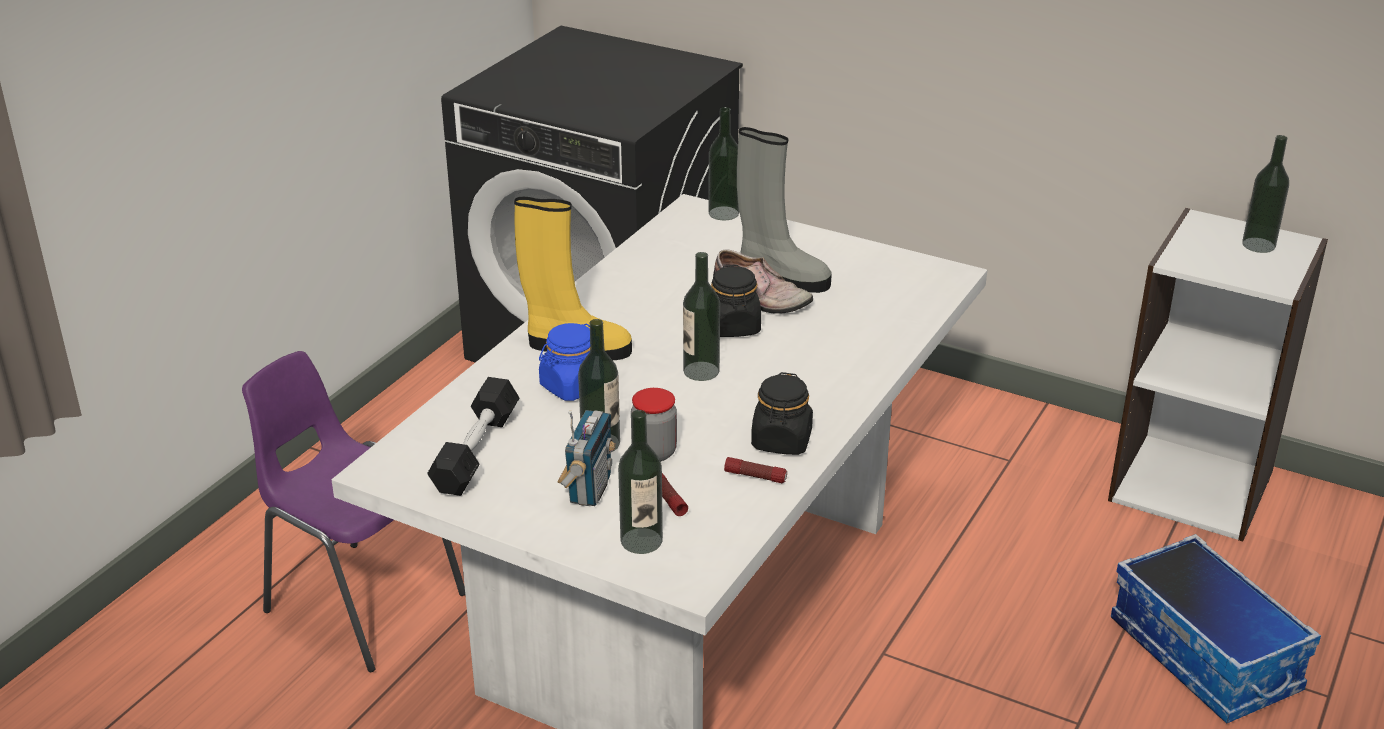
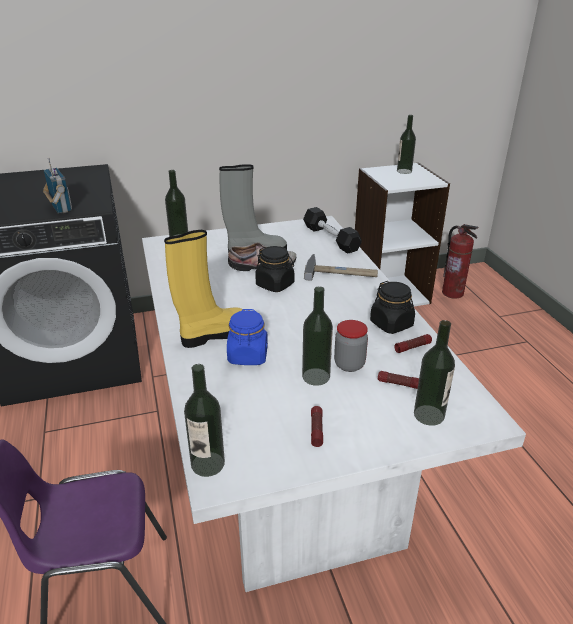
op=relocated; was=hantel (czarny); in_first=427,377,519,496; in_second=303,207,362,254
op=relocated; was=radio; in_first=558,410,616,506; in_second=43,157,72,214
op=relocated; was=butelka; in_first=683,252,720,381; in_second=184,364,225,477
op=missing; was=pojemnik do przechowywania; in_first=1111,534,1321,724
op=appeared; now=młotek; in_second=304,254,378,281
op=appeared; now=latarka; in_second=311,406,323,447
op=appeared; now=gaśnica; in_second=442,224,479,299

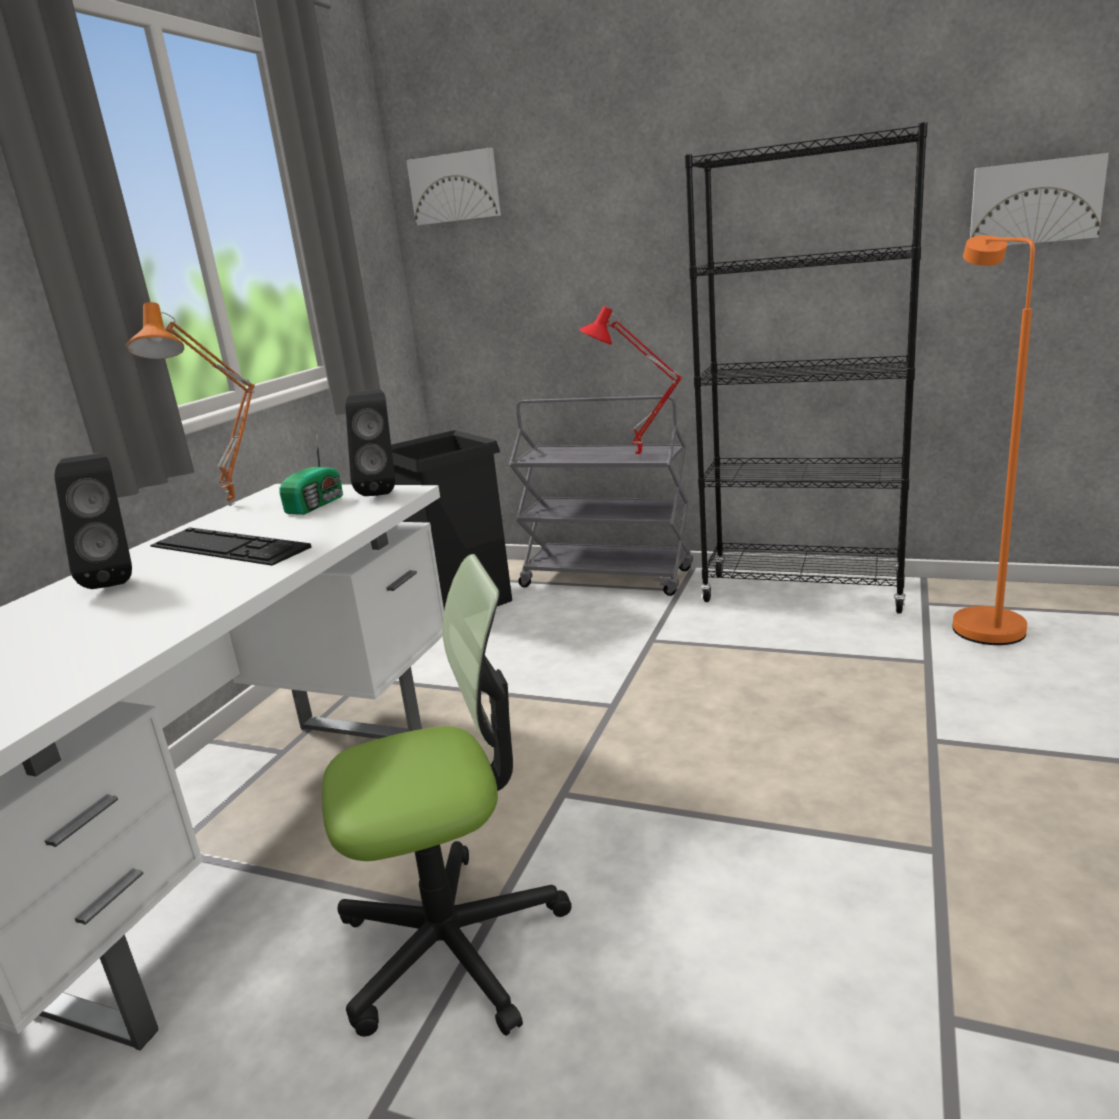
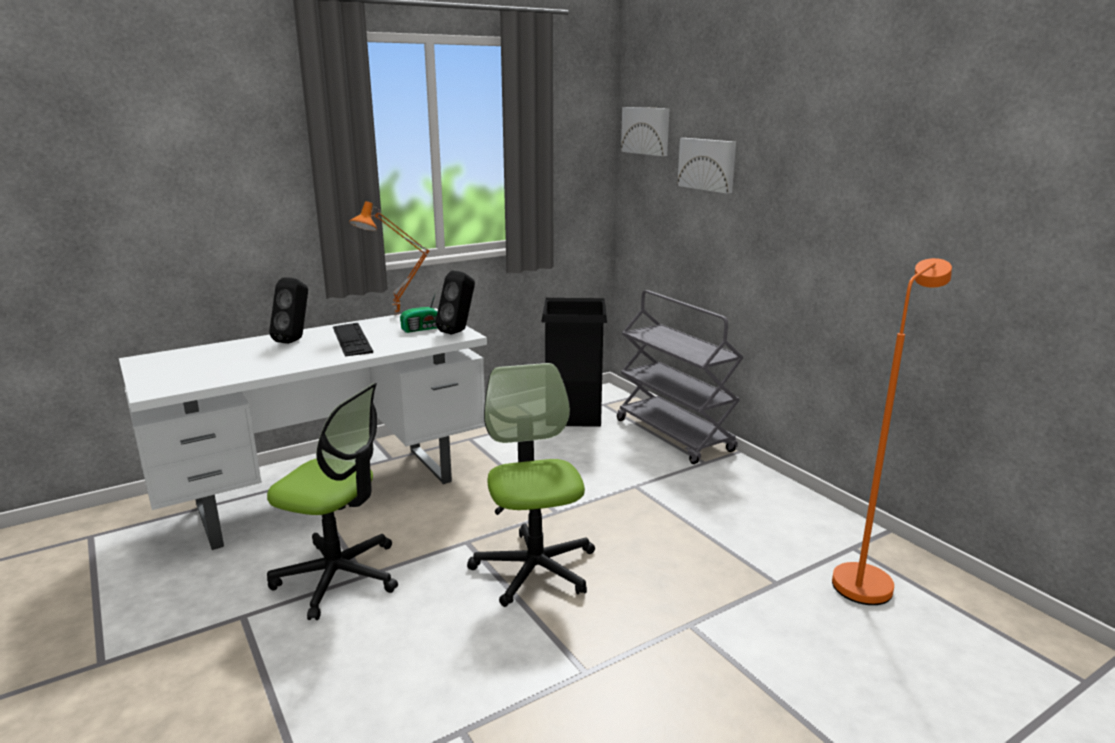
op=missing; was=lampa stołowa (czerwony); in_first=579,306,683,458
op=missing; was=regał (czarny); in_first=685,122,928,614
op=relocated; was=obraz; in_first=970,153,1109,245; in_second=677,138,736,194
op=appeared; now=krzesło biurowe; in_second=467,363,595,607

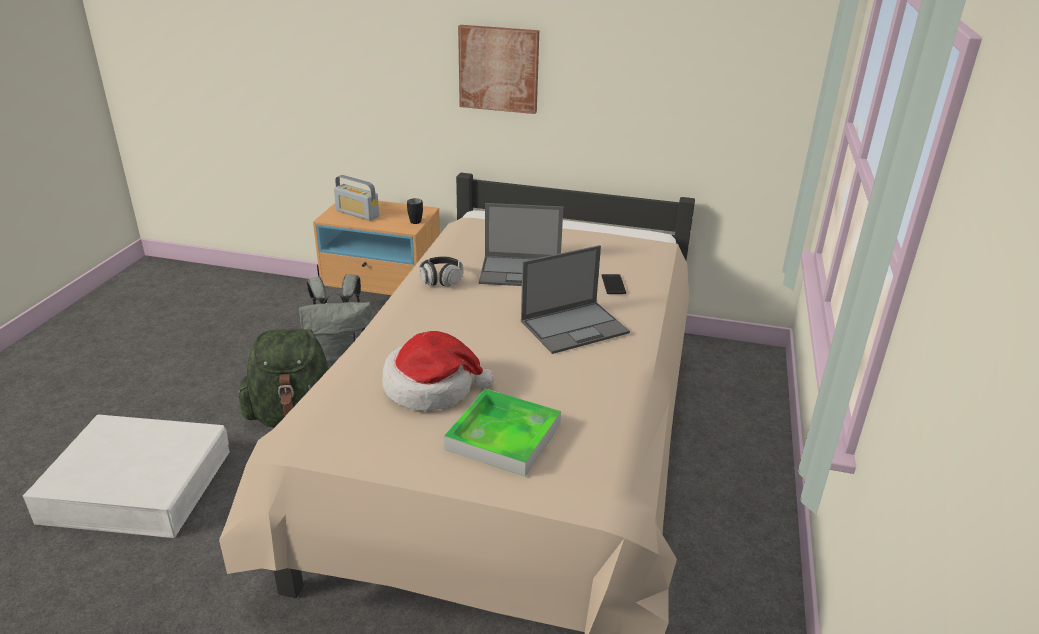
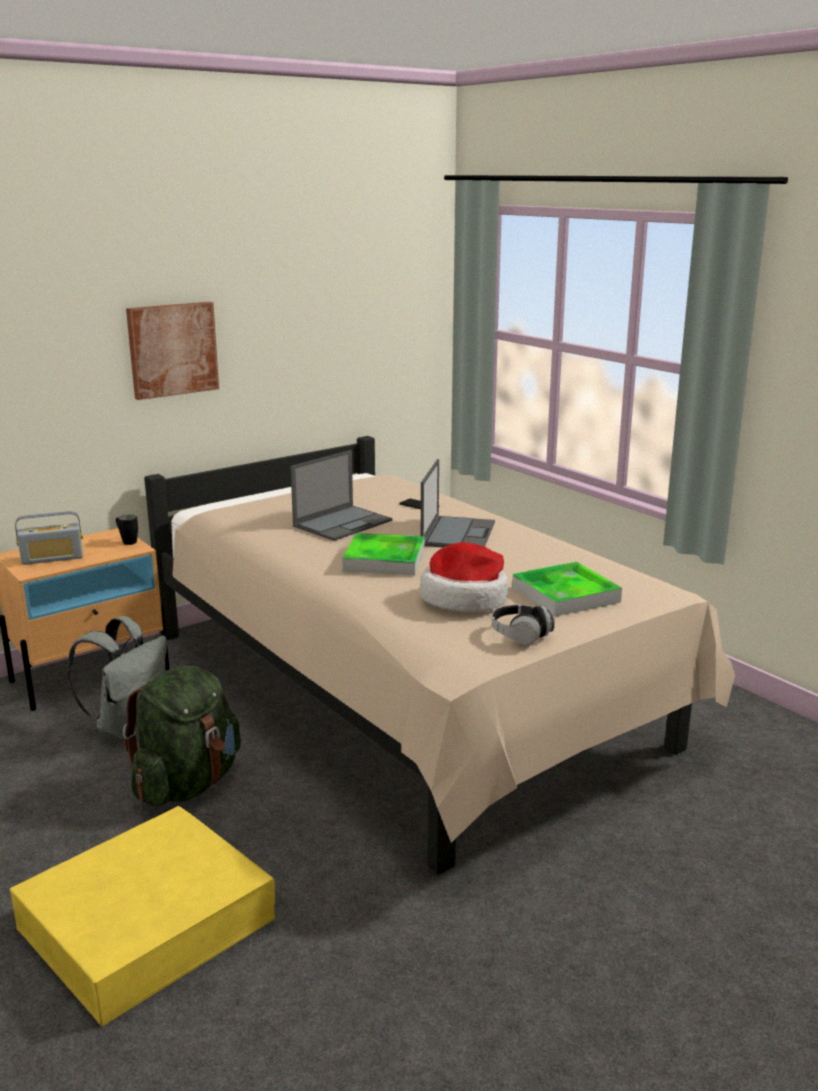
op=colour; was=pojemnik do przechowywania (biały); now=pojemnik do przechowywania (żółty); in_first=23,414,230,538; in_second=10,806,275,1026
op=relocated; was=słuchawki; in_first=419,256,463,287; in_second=492,605,555,645
op=appeared; now=taca; in_second=342,533,425,575

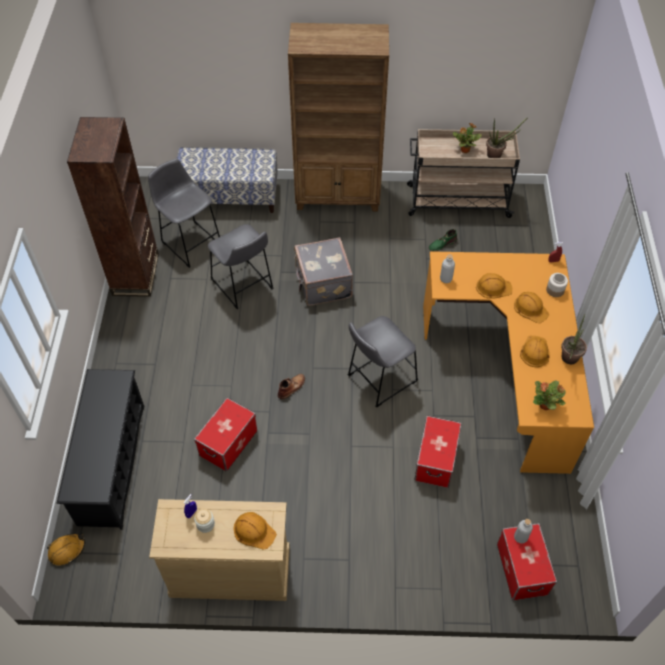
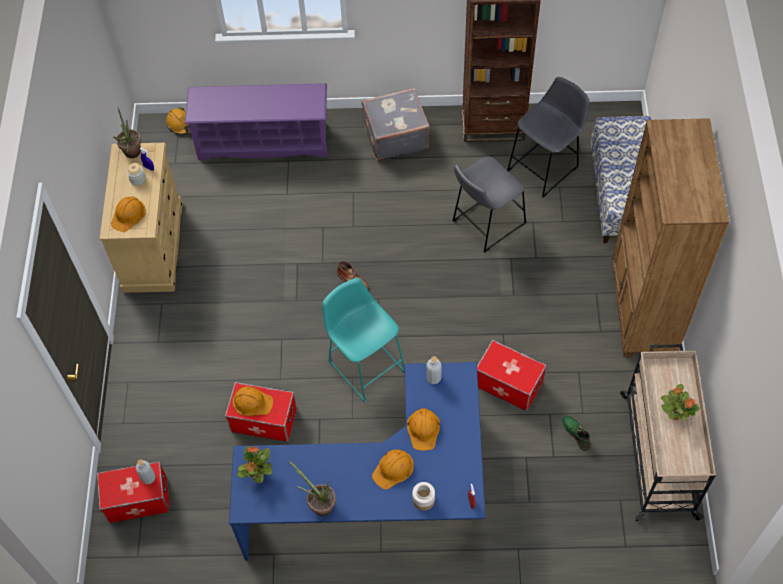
op=colour; was=regał na buty (czarny); now=regał na buty (fioletowy); in_first=56,369,144,530; in_second=185,83,327,160
op=relocated; was=pojemnik do przechowywania; in_first=194,398,257,472; in_second=477,340,547,411
op=relocated; was=walizka (szary); in_first=294,237,353,306; in_second=362,88,429,162
op=colour; was=stołek (szary); now=stołek (turkusowy); in_first=348,316,418,407; in_second=322,278,405,402
op=colour; was=biurko (pomarańczowy); now=biurko (niebieski); in_first=423,251,594,474; in_second=229,362,485,561
op=relocated; was=roślina doniczkowa; in_first=486,117,528,158; in_second=113,106,141,158
op=relocated; was=kask (pomarańczowy); in_first=520,336,550,367; in_second=233,386,273,416

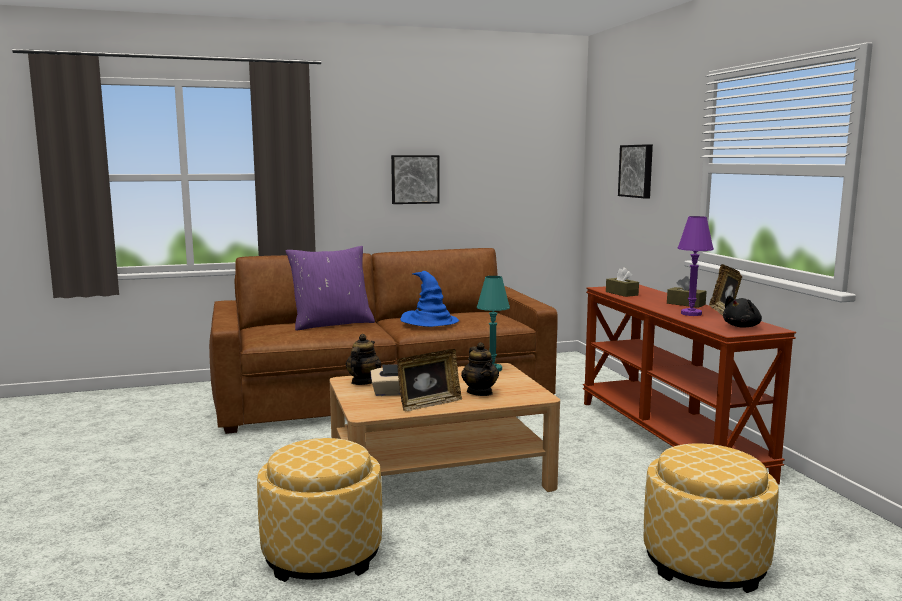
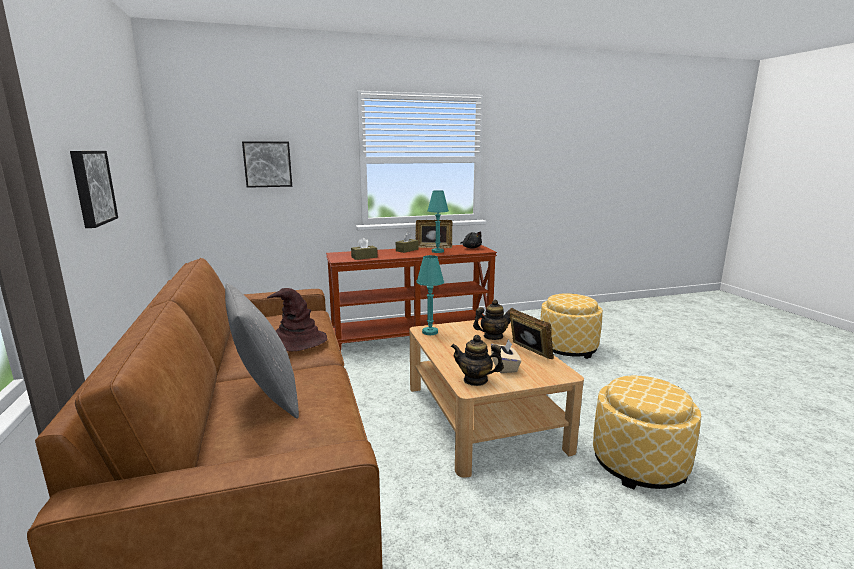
op=colour; was=poduszka (fioletowy); now=poduszka (szary); in_first=286,246,375,330; in_second=225,283,299,419
op=colour; was=kapelusz (niebieski); now=kapelusz (brązowy); in_first=400,271,459,327; in_second=267,288,327,351
op=colour; was=lampa stołowa (fioletowy); now=lampa stołowa (turkusowy); in_first=678,216,714,316; in_second=427,190,449,253

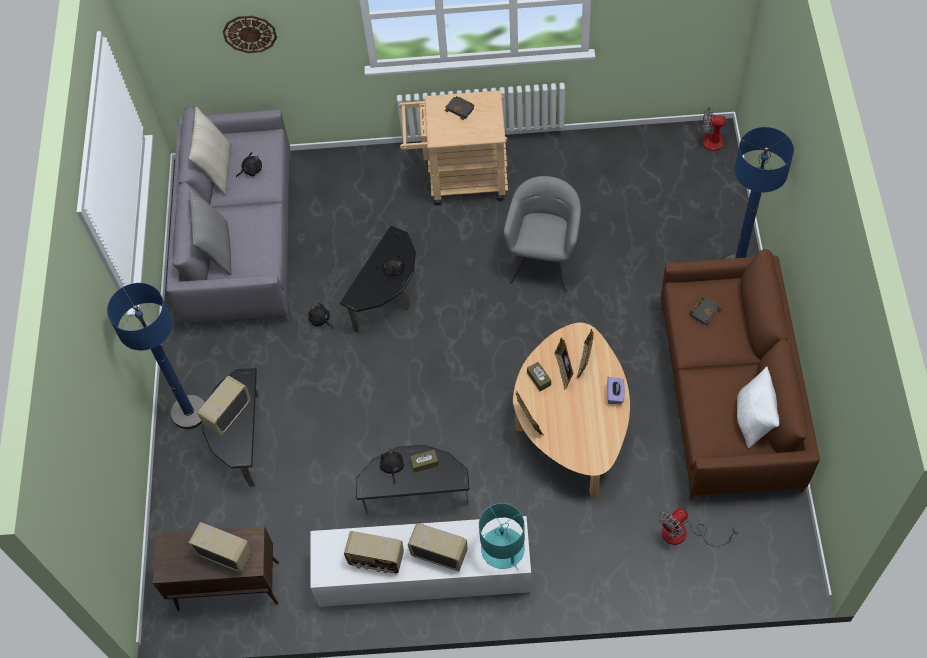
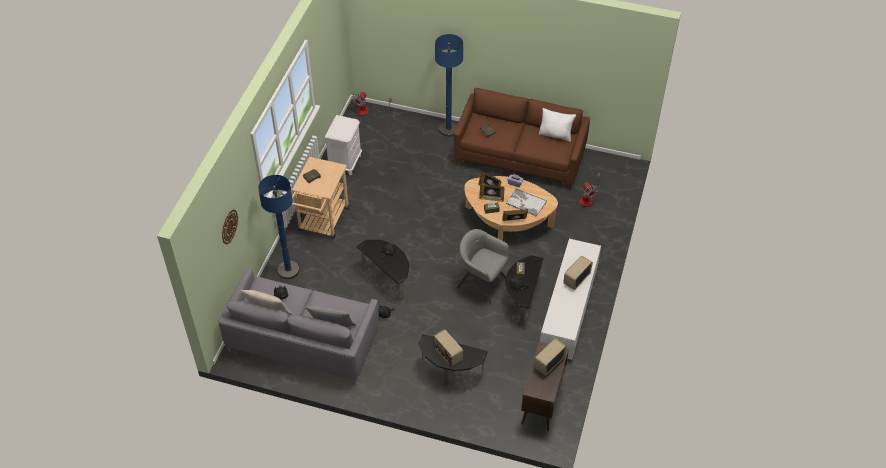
op=relocated; was=lampa stojąca (niebieski); in_first=107,283,205,429; in_second=258,175,300,279
op=missing; was=radio; in_first=344,531,404,574
op=missing; was=lampa stołowa (turkusowy); in_first=479,503,525,570
op=relocated; was=fotel (szary); in_first=504,176,581,293; in_second=456,229,509,305
op=appeared; now=szafka nocna (biały); in_second=325,115,362,175
op=appeared; now=taca; in_second=506,189,547,217

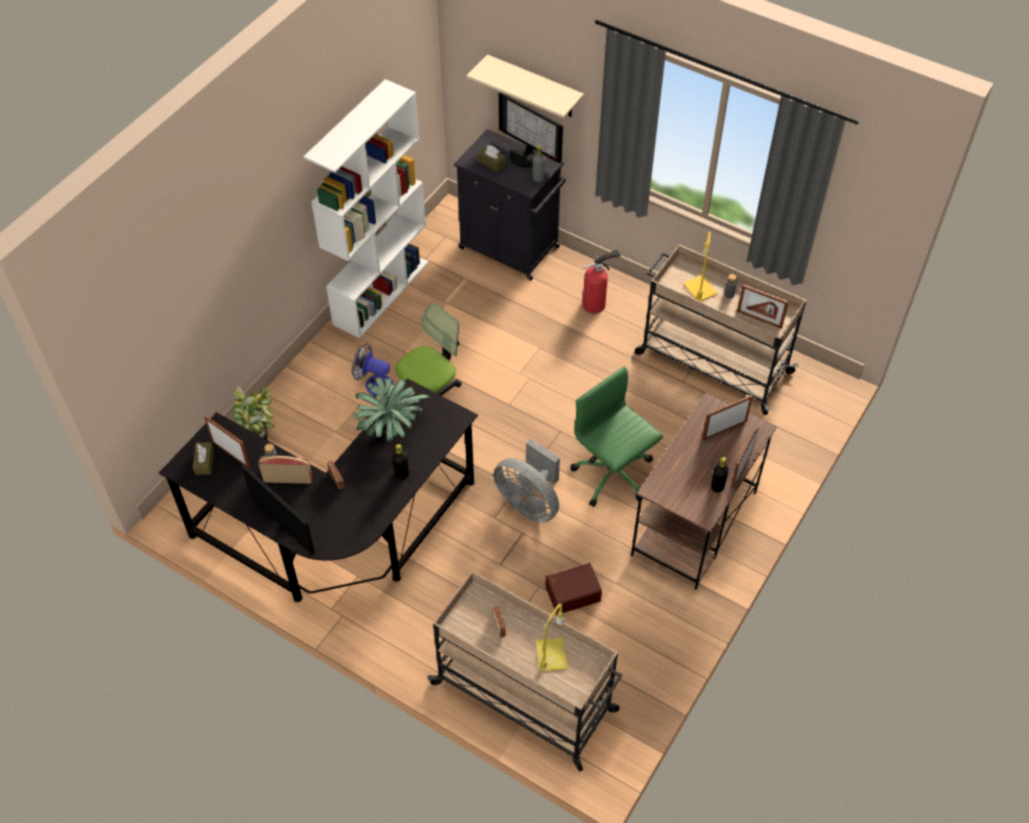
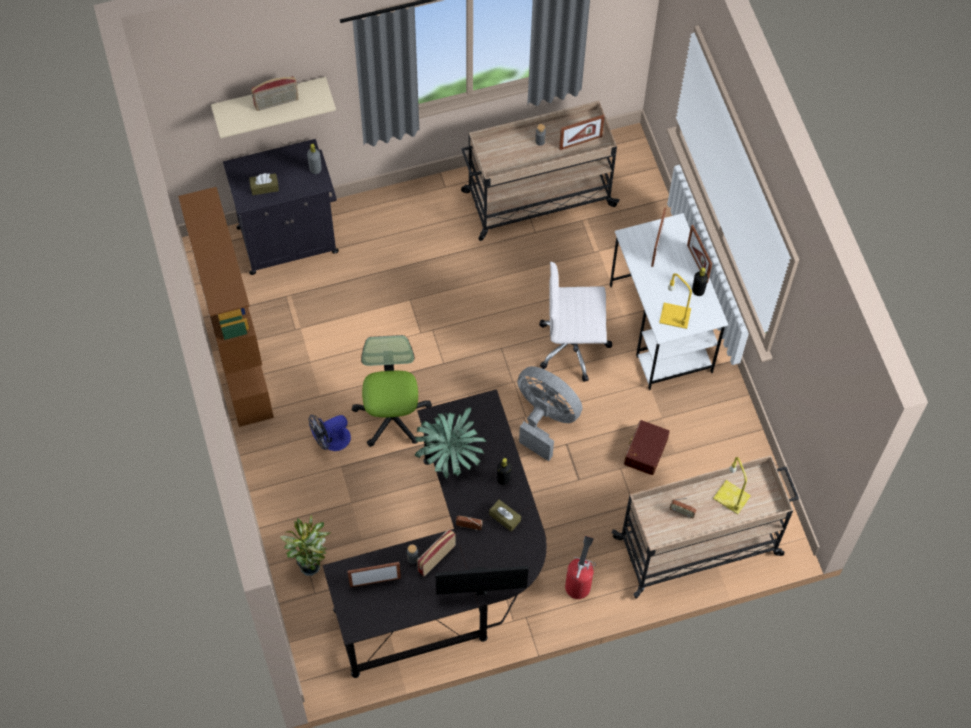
op=relocated; was=pudełko chusteczek (brązowy); in_first=193,442,214,475; in_second=489,500,521,532
op=colour; was=regał (biały); now=regał (brązowy); in_first=303,79,429,339; in_second=178,187,274,427
op=spun; was=wentylator (szary); in_first=493,438,560,523; in_second=517,366,582,461; clockwise=-135
op=missing; was=monitor; in_first=499,92,563,168
op=colour; was=krzesło biurowe (zielony); now=krzesło biurowe (biały); in_first=571,366,663,507; in_second=539,262,612,382
op=relocated; was=gaśnica; in_first=583,249,621,313; in_second=565,536,596,599
op=colour; was=biurko (brązowy); now=biurko (biały); in_first=631,393,777,590; in_second=610,213,728,390
op=relocated; was=lampa stołowa (żółty); in_first=683,232,718,301; in_second=659,273,692,329
op=appeared; now=radio; in_second=251,76,299,111

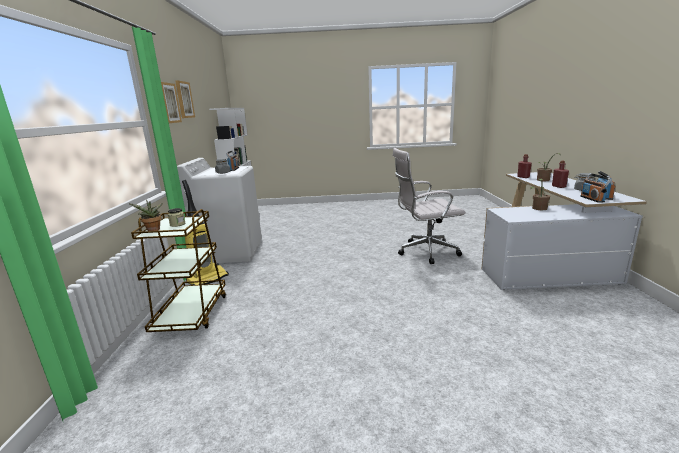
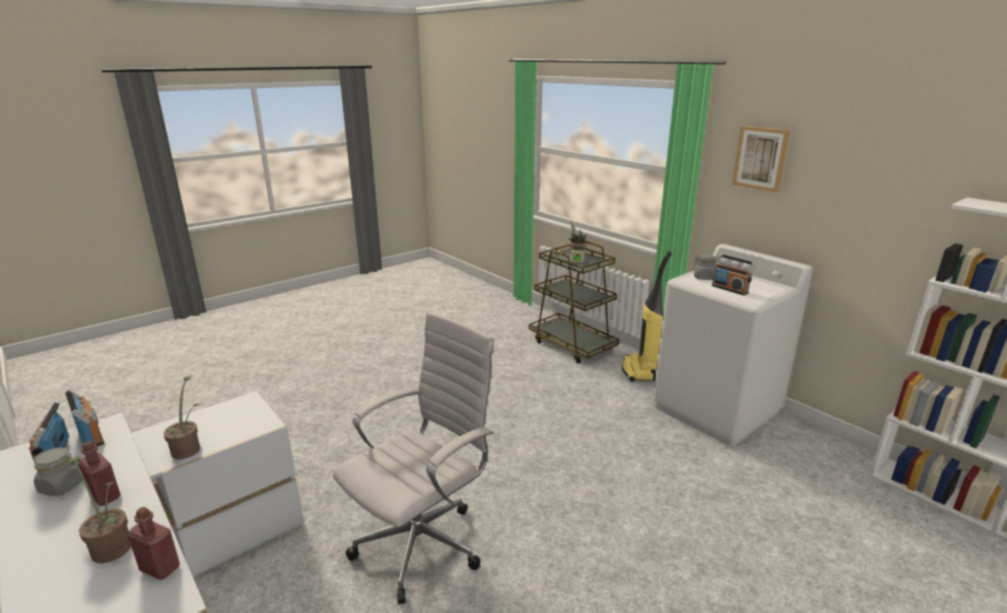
op=missing; was=obraz; in_first=176,81,195,118

